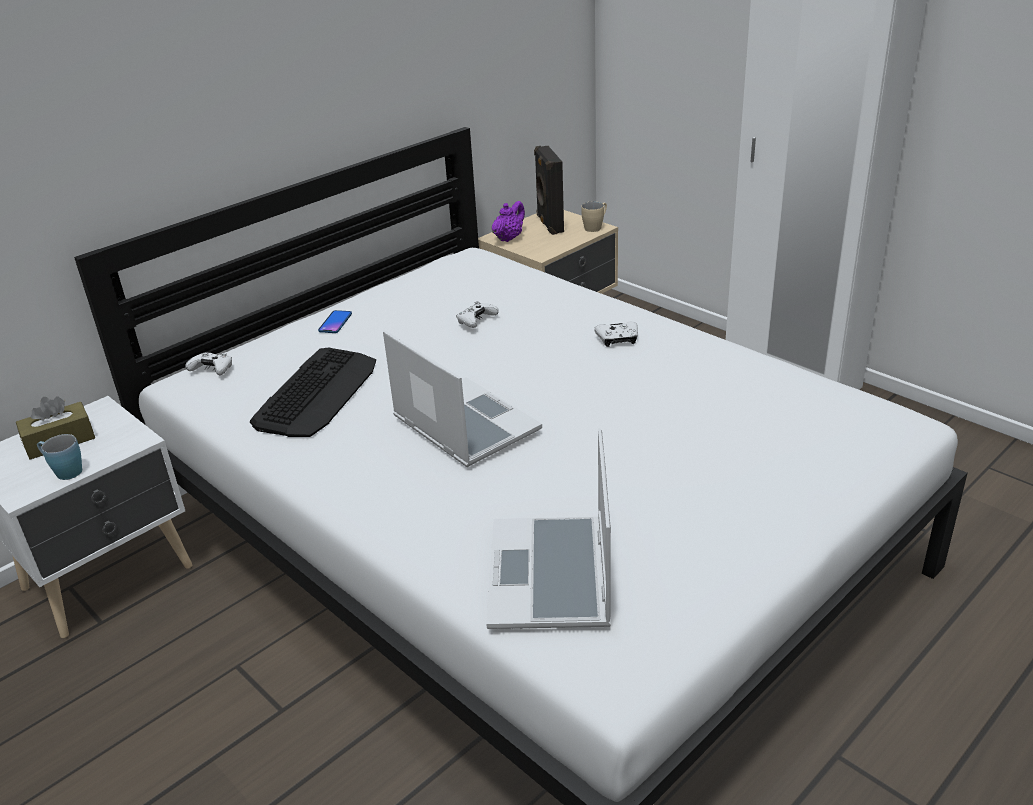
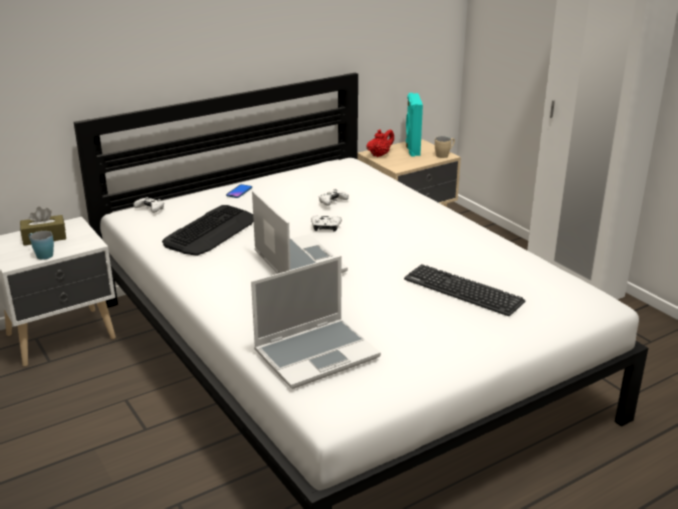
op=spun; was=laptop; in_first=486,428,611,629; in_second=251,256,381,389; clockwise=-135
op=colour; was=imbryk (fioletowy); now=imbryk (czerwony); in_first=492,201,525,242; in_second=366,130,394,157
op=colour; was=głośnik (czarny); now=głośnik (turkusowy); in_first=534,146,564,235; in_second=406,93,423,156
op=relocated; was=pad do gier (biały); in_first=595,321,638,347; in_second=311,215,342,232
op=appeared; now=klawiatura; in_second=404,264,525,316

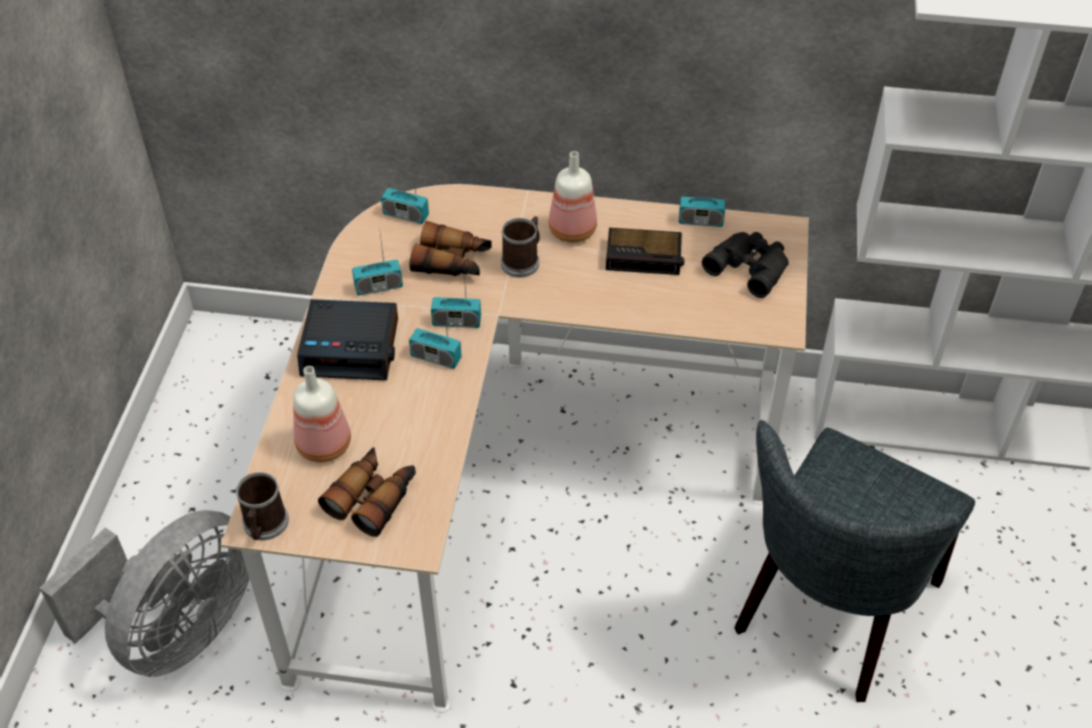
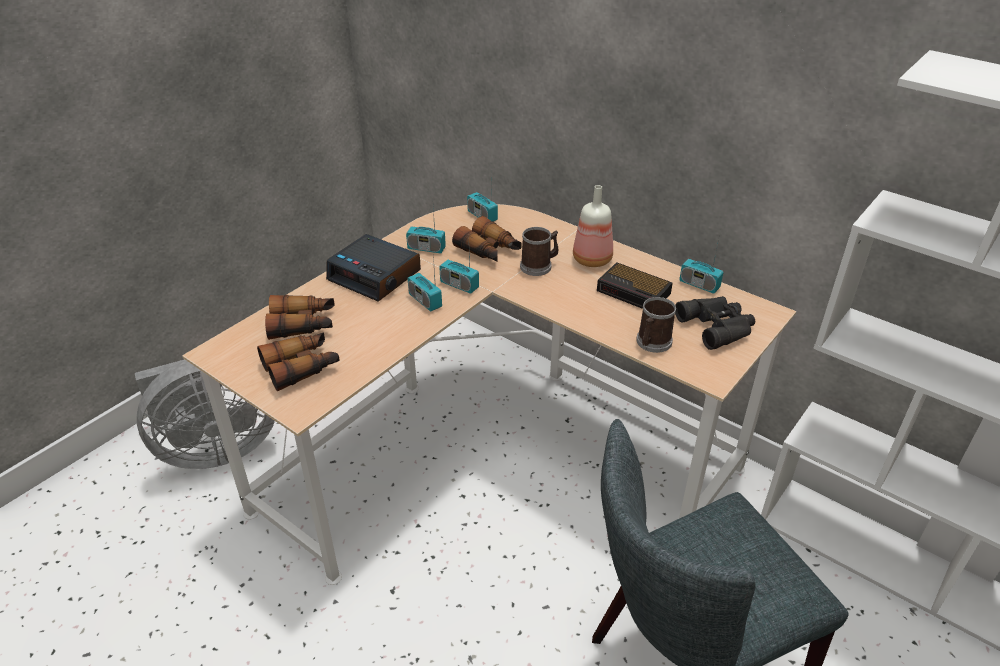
op=relocated; was=kubek; in_first=236,472,289,540; in_second=636,297,676,353
op=exchanged; was=butelka; now=lornetka; in_first=293,366,351,462; in_second=265,295,335,340

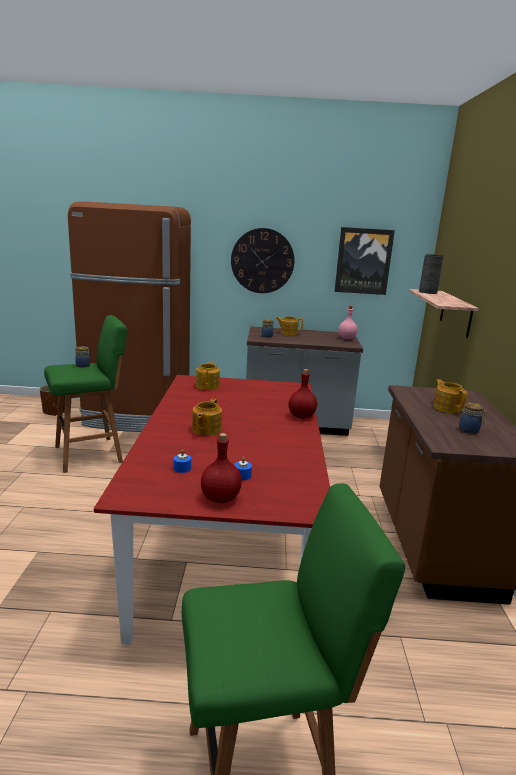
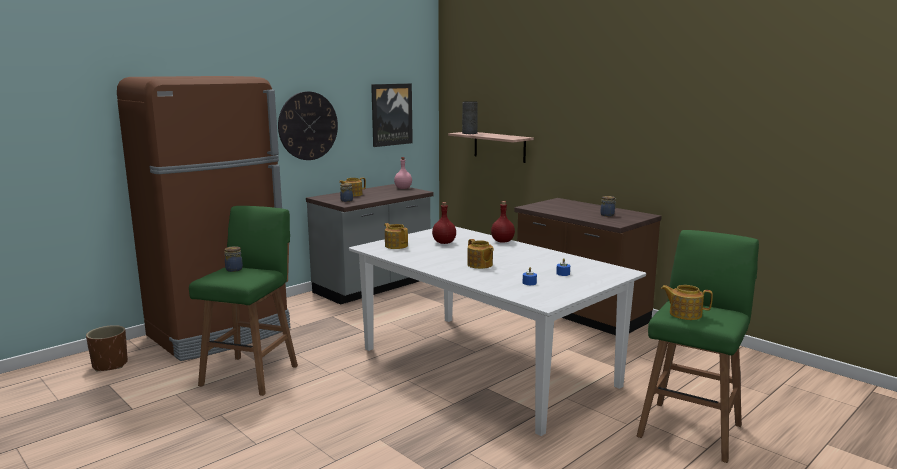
op=colour; was=stół jadalny (czerwony); now=stół jadalny (biały); in_first=94,375,330,645; in_second=349,226,646,436
op=relocated; was=butelka (czerwony); in_first=201,433,242,503; in_second=432,202,456,244
op=relocated; was=imbryk; in_first=433,379,468,413; in_second=661,285,713,320

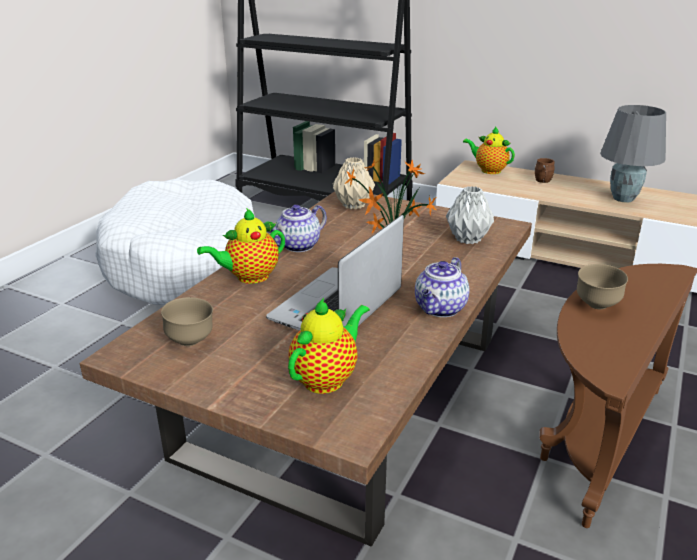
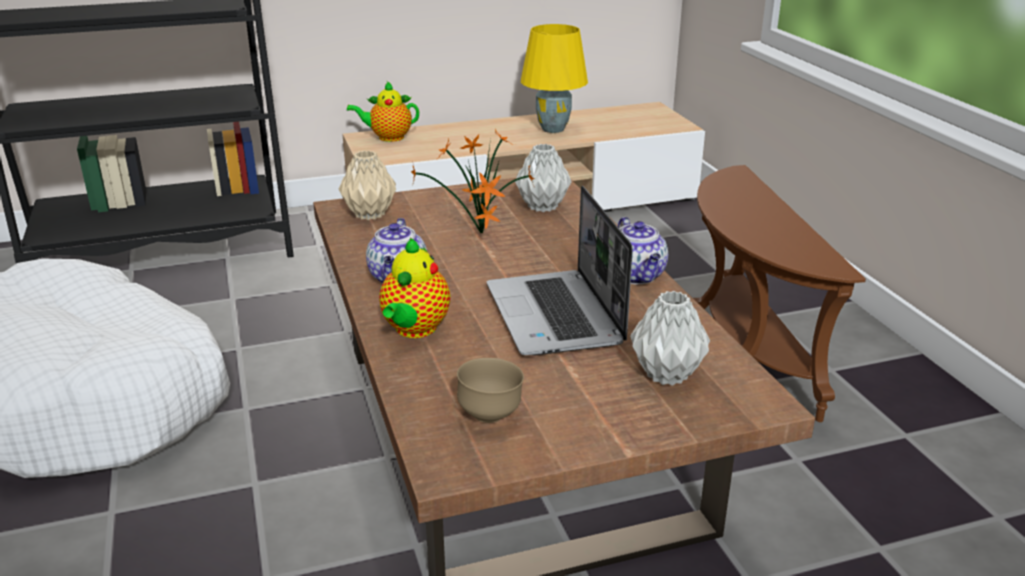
op=exchanged; was=imbryk; now=wazon (szary); in_first=288,298,370,394; in_second=630,291,710,386
op=missing; was=kubek (brązowy); in_first=535,158,555,183
op=missing; was=miska (brązowy); in_first=577,264,628,309
op=colour; was=lampa stołowa (szary); now=lampa stołowa (żółty); in_first=600,105,666,203; in_second=521,24,588,133

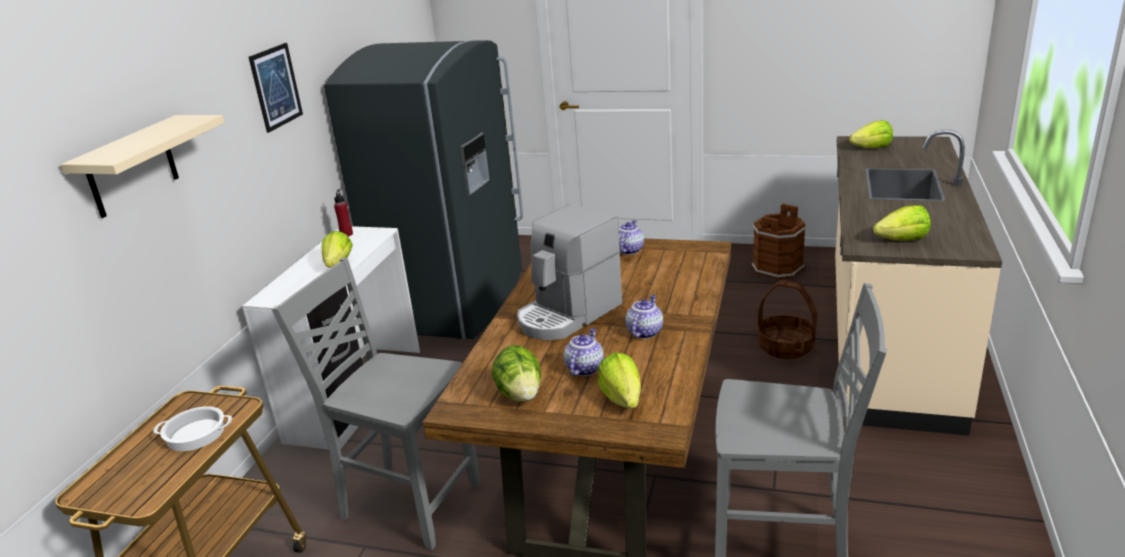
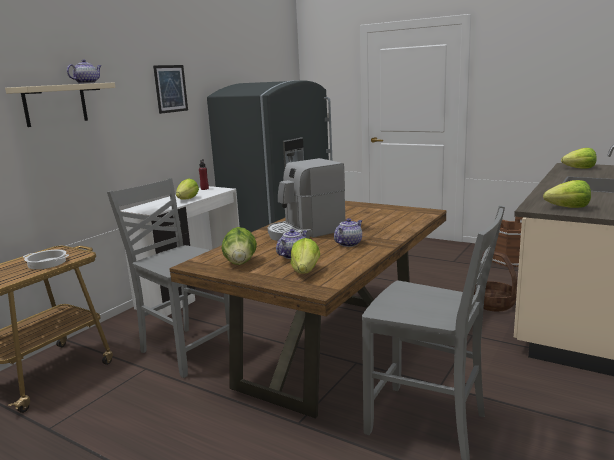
op=relocated; was=imbryk; in_first=619,220,644,255; in_second=67,59,101,84

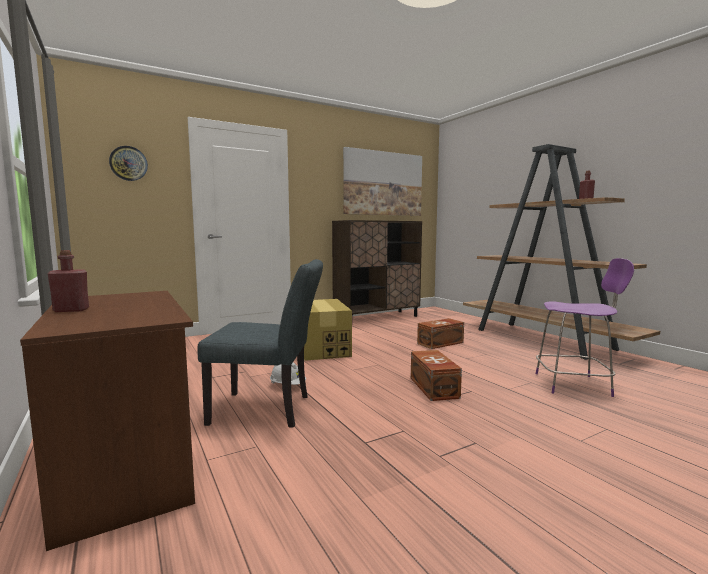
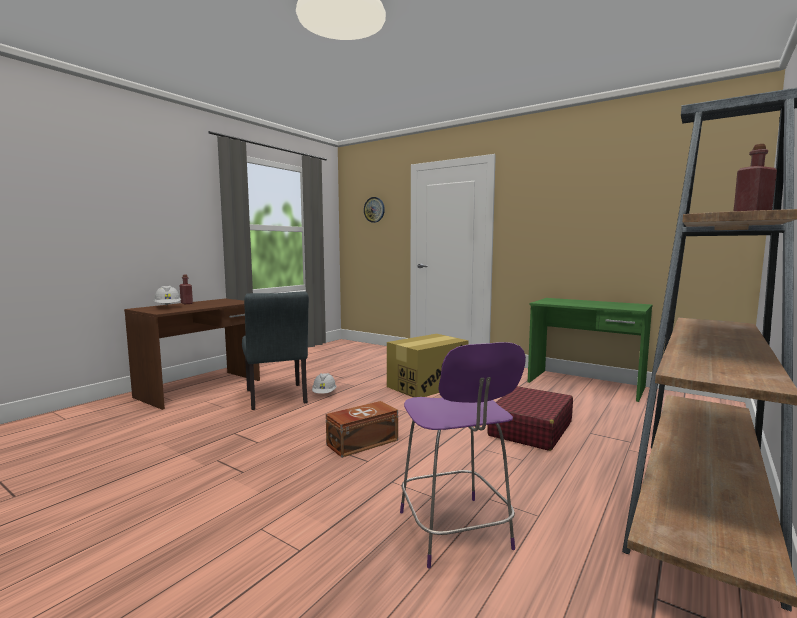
op=exchanged; was=szafka (brązowy); now=biurko (zielony); in_first=332,220,422,317; in_second=528,298,652,402
op=missing; was=obraz; in_first=343,147,422,216
op=exchanged; was=pojemnik do przechowywania (brązowy); now=walizka (czerwony); in_first=417,318,464,349; in_second=487,386,573,451
op=appeared; now=kask (biały); in_second=154,286,181,305

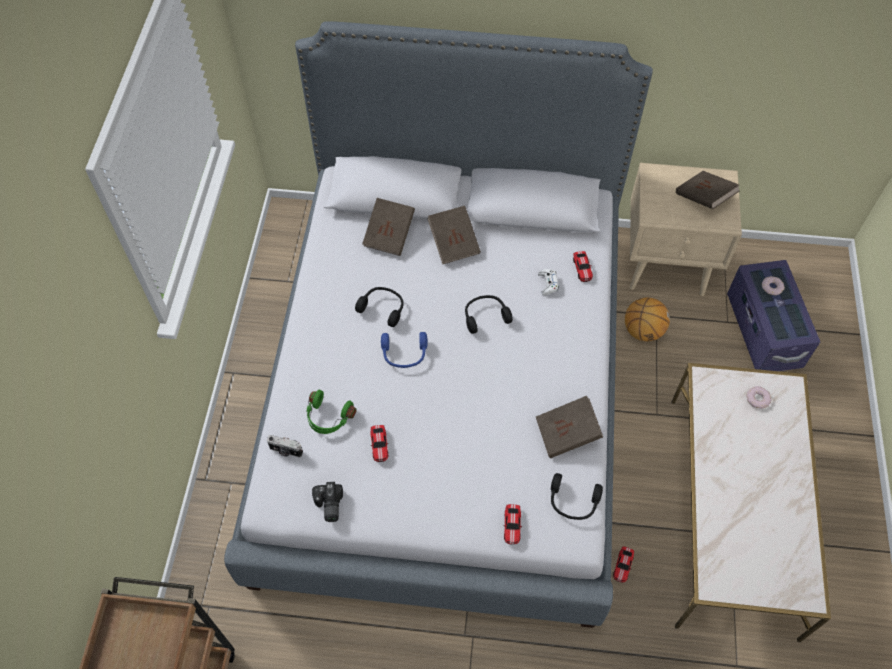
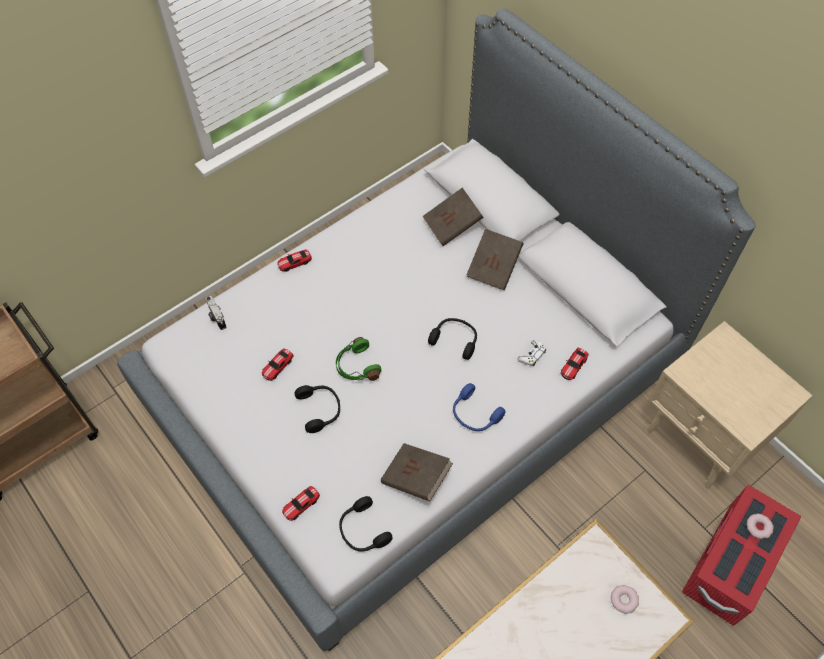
op=relocated; was=słuchawki (zielony); in_first=306,390,357,434; in_second=336,337,381,381
op=missing; was=aparat fotograficzny; in_first=312,482,343,522
op=relocated; was=słuchawki (czarny); in_first=355,287,404,327; in_second=295,385,340,433
op=relocated; was=słuchawki (niebieski); in_first=381,332,428,368; in_second=453,383,505,431
op=relocated; was=samochodzik; in_first=613,546,634,582; in_second=277,250,312,272
op=missing; was=piłka do koszykówki; in_first=625,297,670,341
op=missing; was=książka (brązowy); in_first=676,171,739,209
op=colour; was=pojemnik do przechowywania (fioletowy); now=pojemnik do przechowywania (czerwony); in_first=727,260,820,371; in_second=682,485,801,626

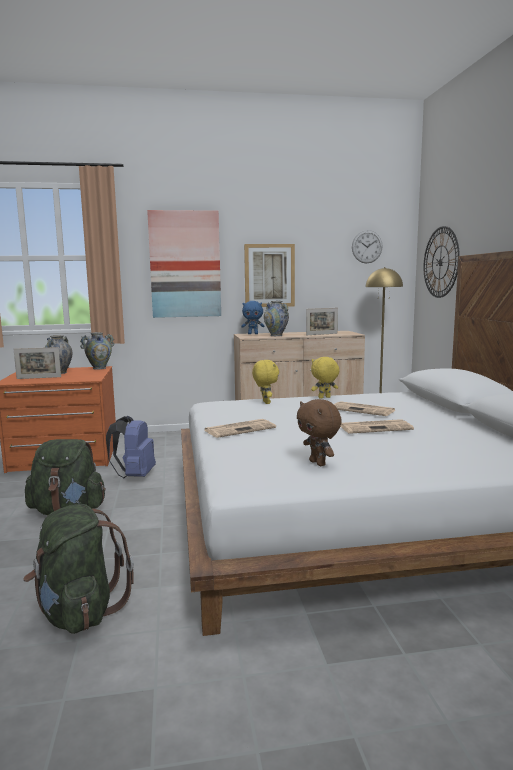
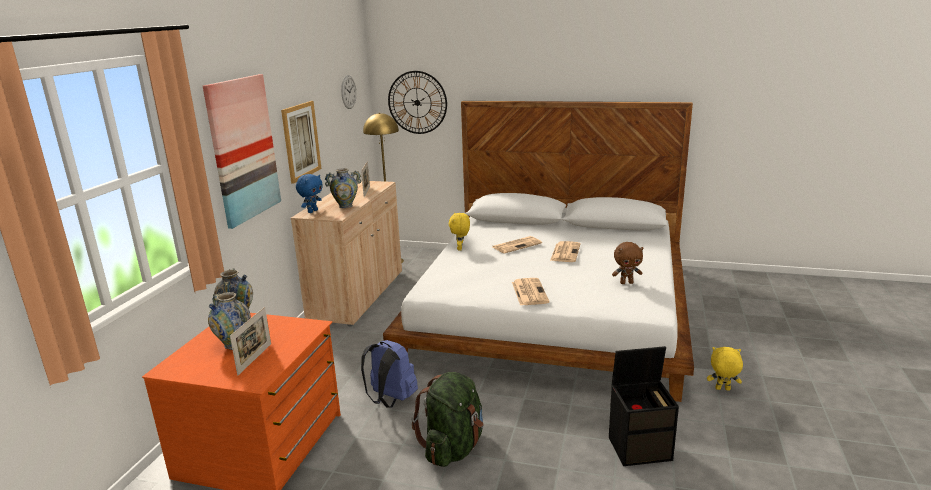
op=exchanged; was=plecak (zielony); now=pojemnik do przechowywania (czarny); in_first=23,504,134,634; in_second=609,346,679,466
op=relocated; was=pluszak (żółty); in_first=252,360,279,404; in_second=707,347,743,391

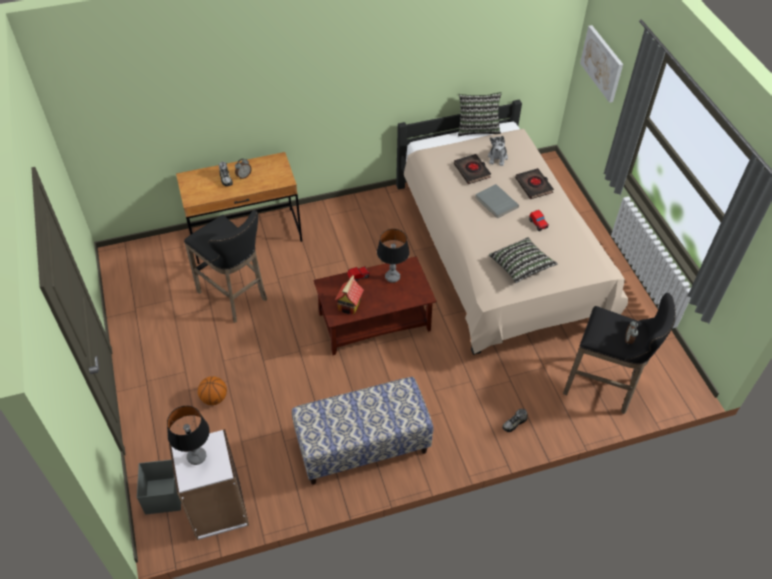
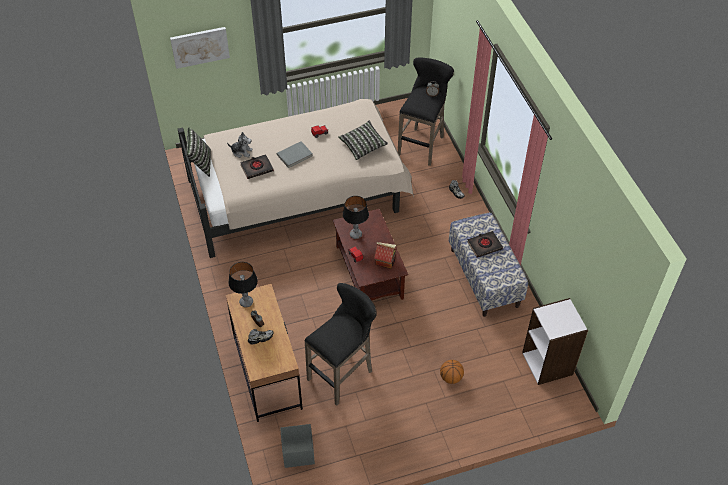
op=relocated; was=pojemnik do przechowywania (szary); in_first=137,460,181,515; in_second=280,424,315,468
op=relocated; was=lampa stołowa; in_first=167,406,210,465; in_second=228,262,258,307
op=relocated; was=książka (czarny); in_first=515,168,554,199; in_second=467,231,503,258

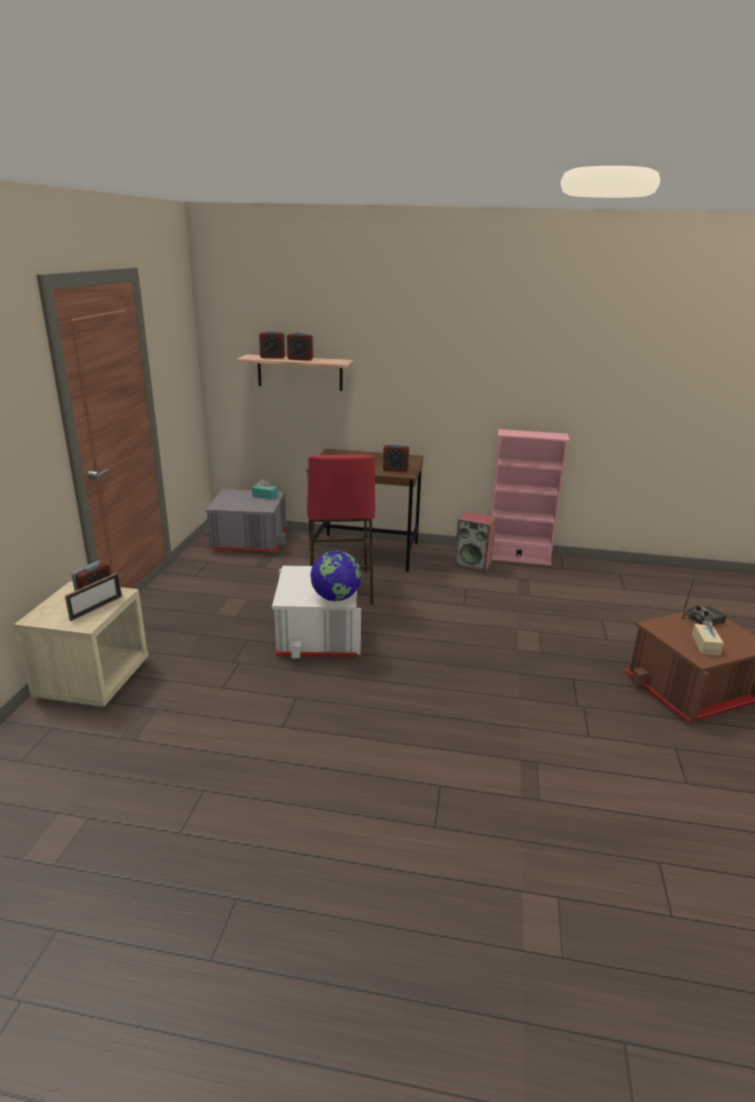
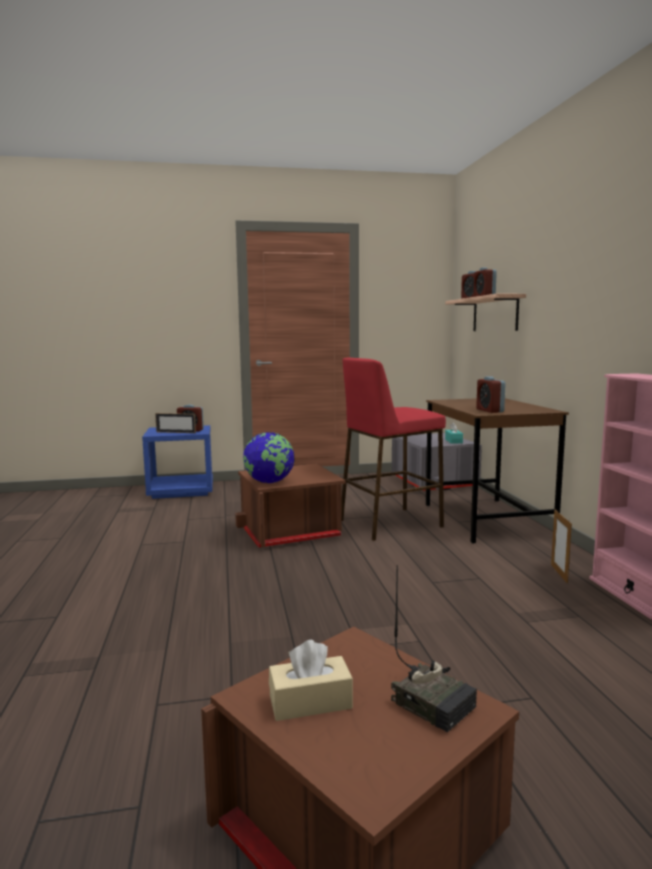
op=colour; was=szafka nocna (beżowy); now=szafka nocna (niebieski); in_first=14,582,149,707; in_second=142,425,213,499
op=colour; was=pojemnik do przechowywania (biały); now=pojemnik do przechowywania (brązowy); in_first=272,565,361,658; in_second=234,464,346,547
op=exchanged; was=głośnik; now=ramka na zdjęcie; in_first=454,511,496,572; in_second=551,509,572,583

